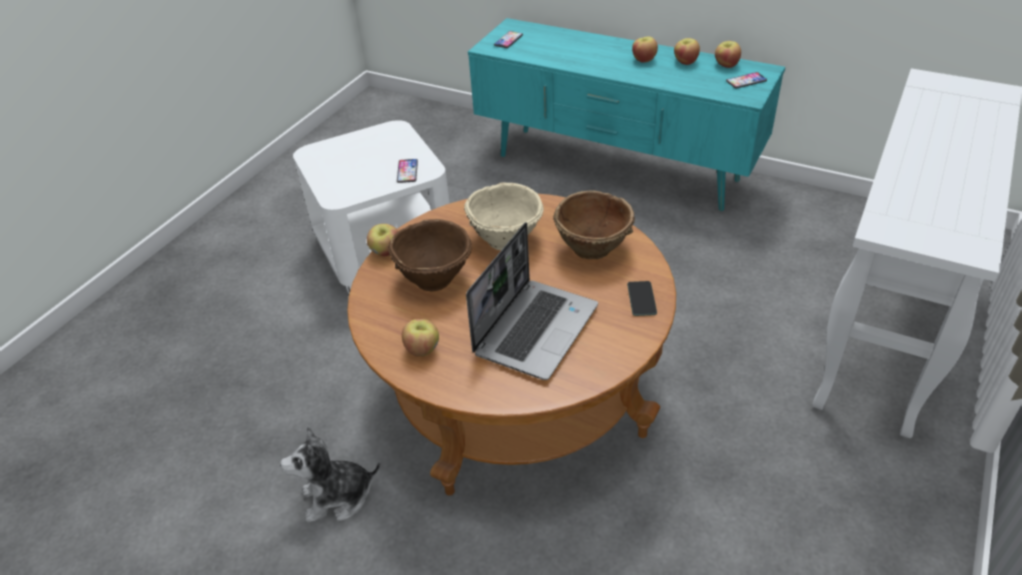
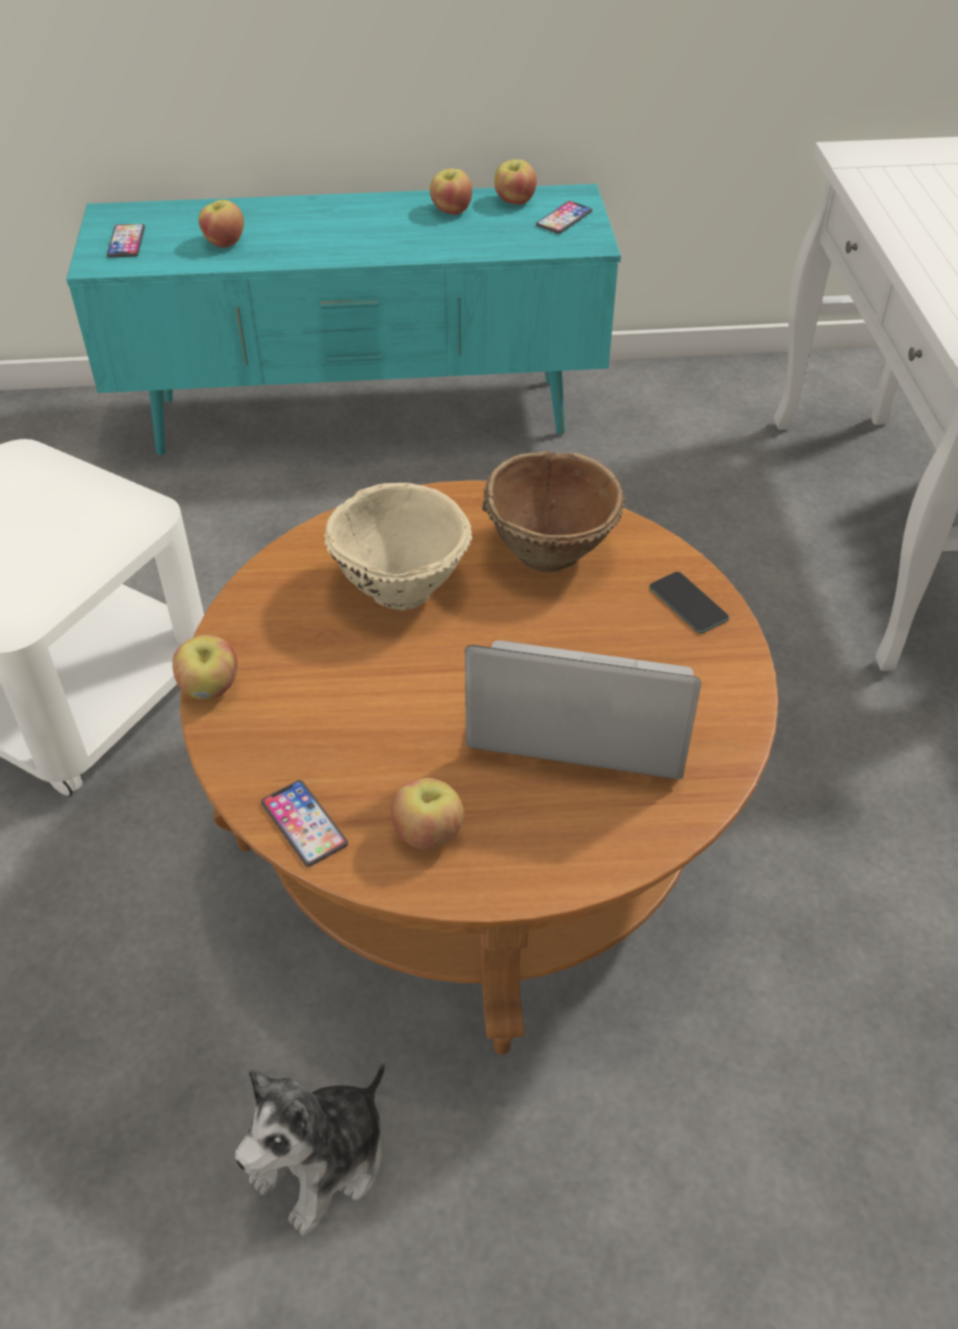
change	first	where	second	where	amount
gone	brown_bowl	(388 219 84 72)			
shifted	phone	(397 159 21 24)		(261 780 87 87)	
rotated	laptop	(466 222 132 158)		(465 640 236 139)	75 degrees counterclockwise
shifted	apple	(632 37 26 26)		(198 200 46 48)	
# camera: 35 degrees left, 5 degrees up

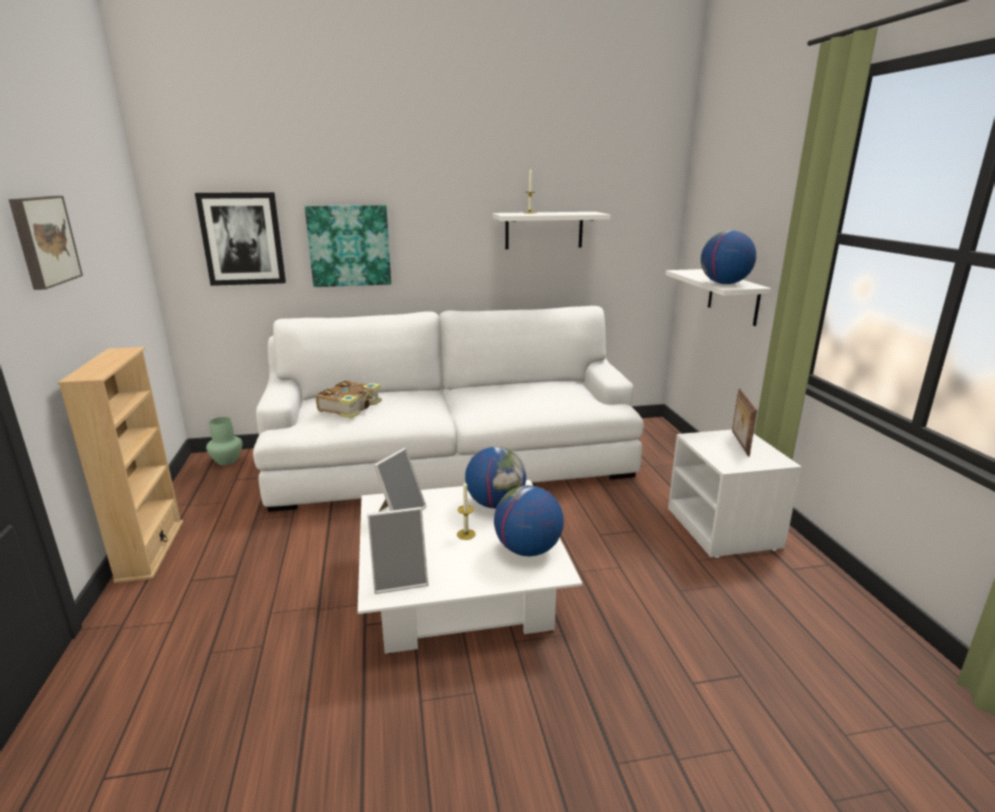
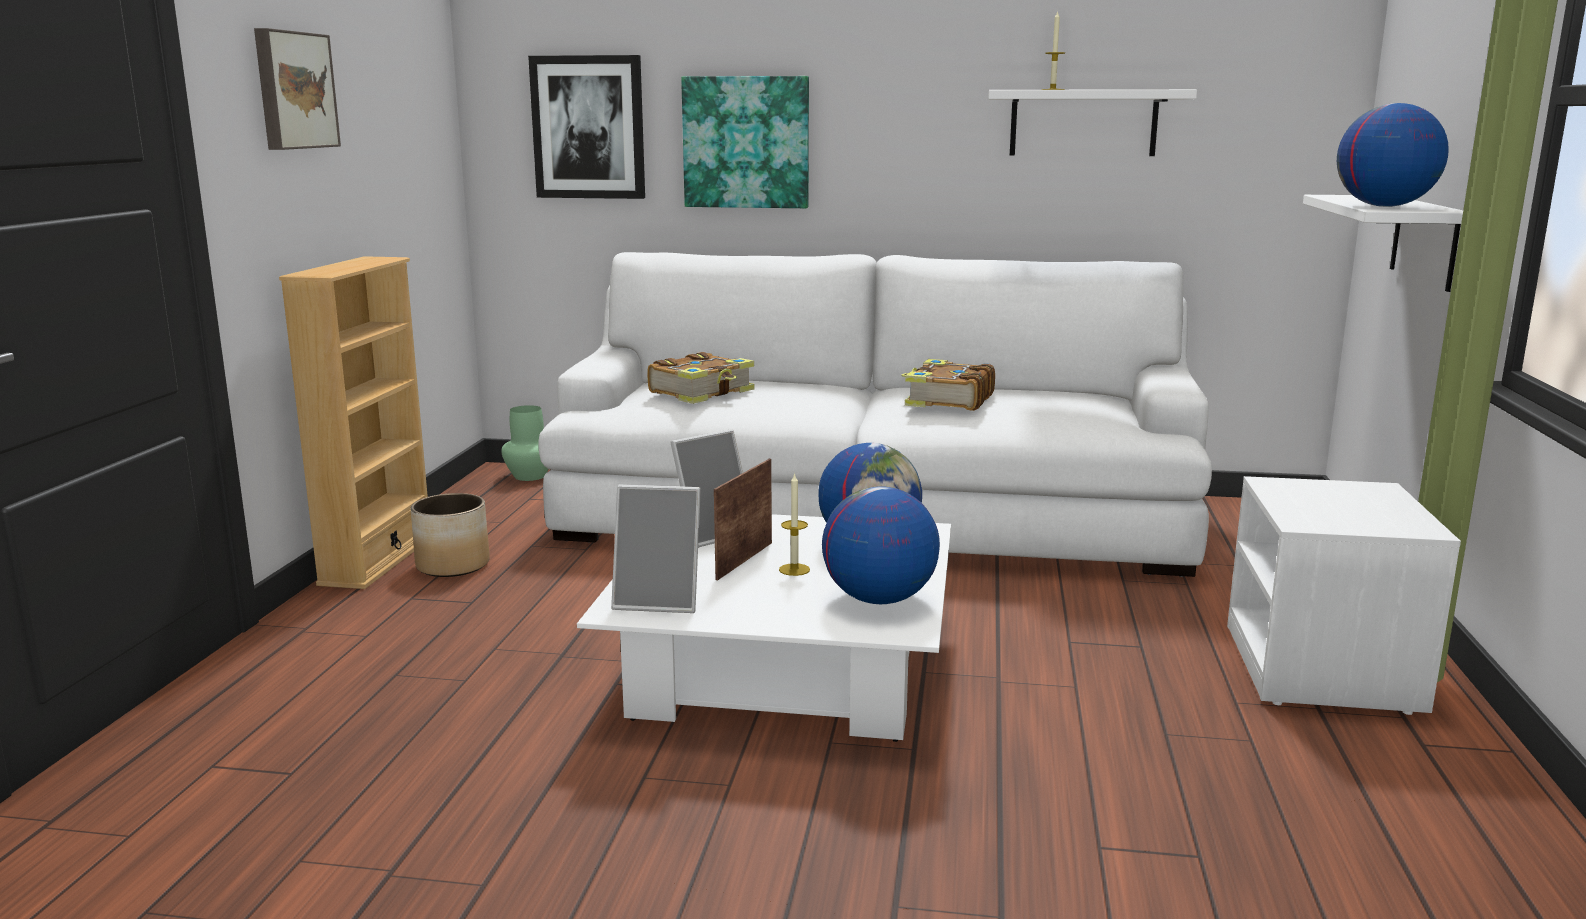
change	first	where	second	where	amount
shifted	picture_frame	(732 389 25 68)		(714 459 58 121)	
new			planter	(411 493 79 84)	
new			book	(902 359 93 52)	
# camera: 20 degrees right, 5 degrees down

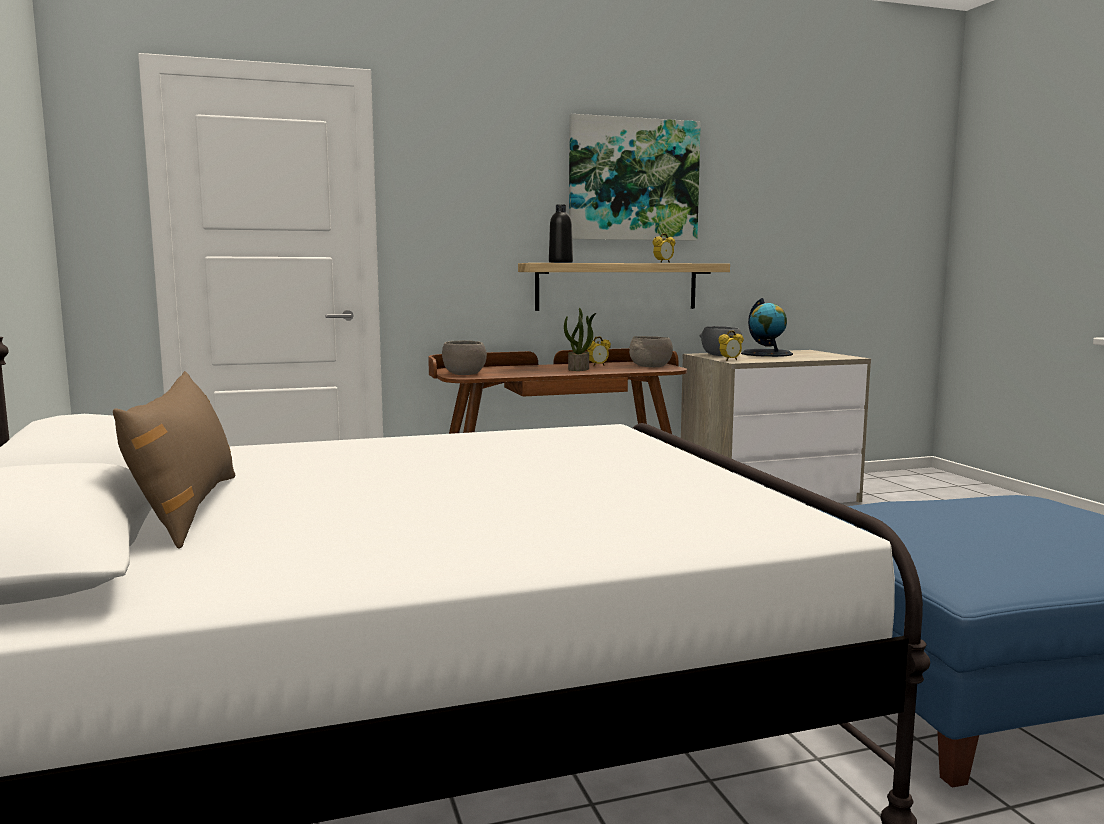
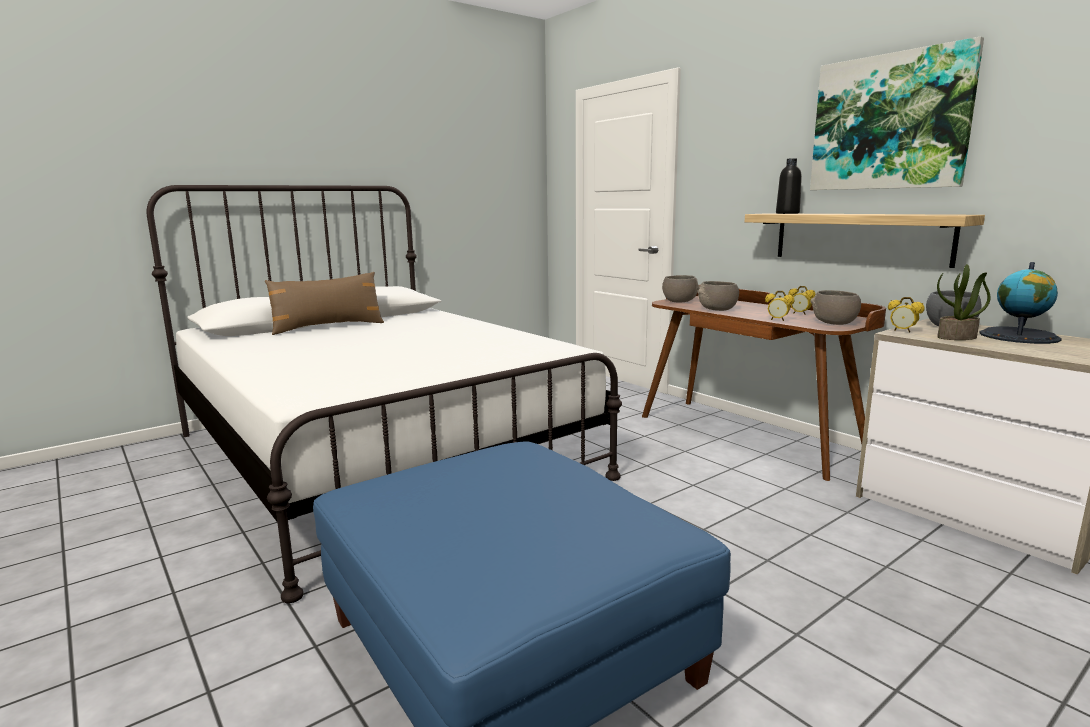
change	first	where	second	where	amount
shifted	potted_plant	(564 308 32 63)		(937 264 54 76)	
shifted	alarm_clock	(652 233 24 30)		(765 291 29 30)	
new			grey_bowl	(697 281 42 30)	
# camera: 70 degrees right, 5 degrees up

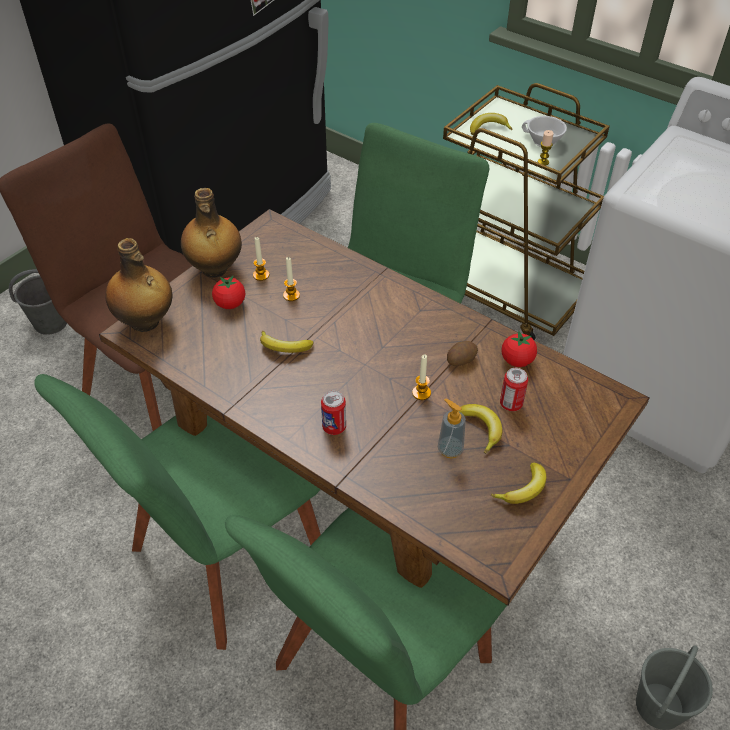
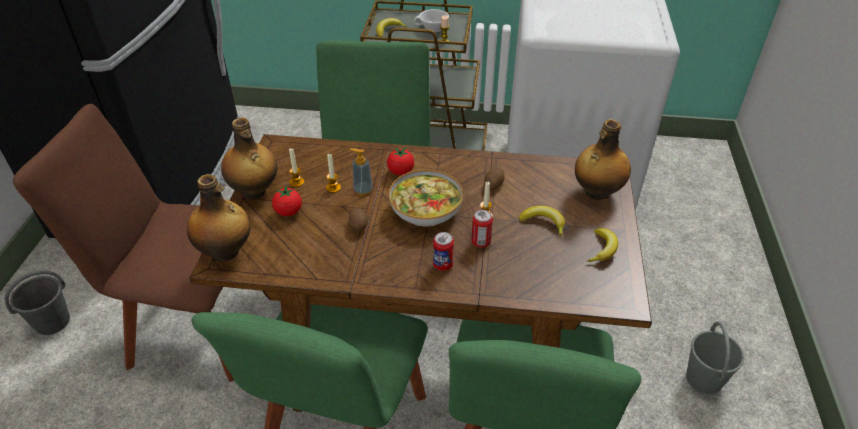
change	first	where	second	where	amount
swapped	banana	(260 331 54 22)	potato	(348 208 20 24)	
shifted	soap_dispenser	(438 398 28 60)		(349 148 24 48)	
shifted	can	(500 368 28 43)		(471 210 22 38)	
shifted	tomato	(502 331 35 36)		(387 148 27 27)	
new			bowl	(389 169 74 58)	
new			bottle	(575 119 56 81)	
# camera: 30 degrees left, 5 degrees down

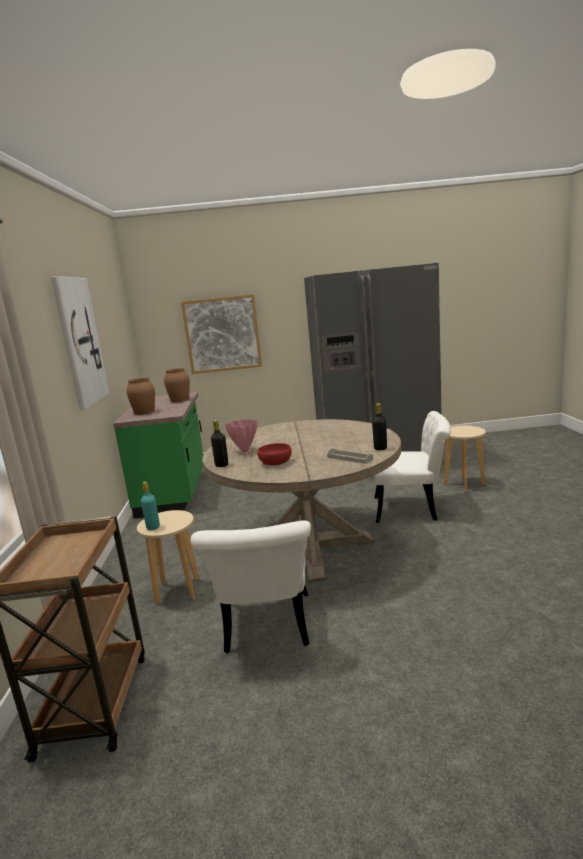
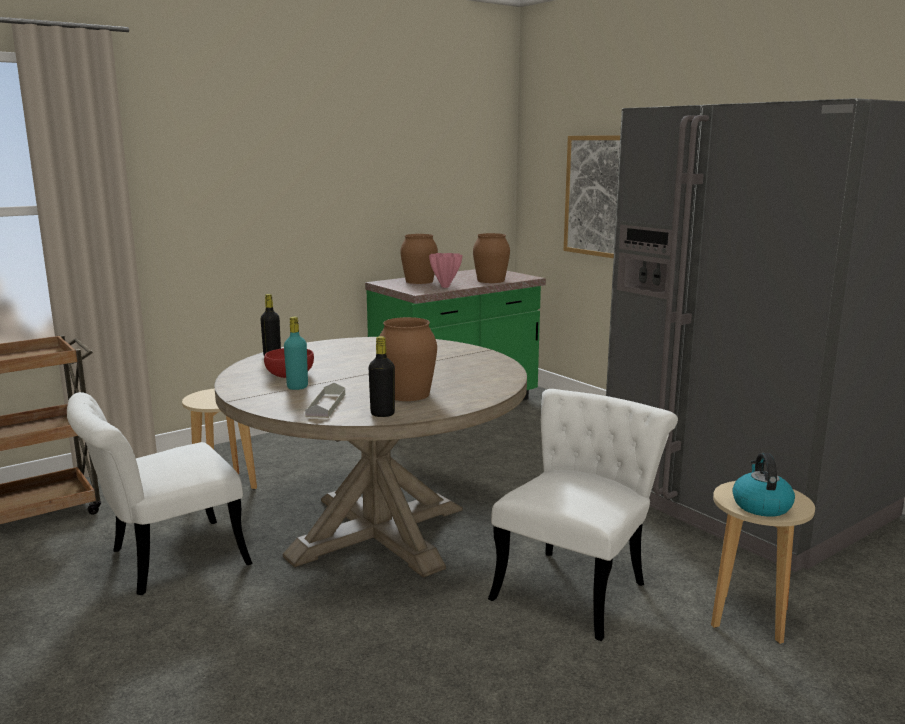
change	first	where	second	where	amount
gone	picture	(51 276 58 134)			
shifted	turquoise_bottle	(141 482 19 48)		(284 317 24 73)	
shifted	pink_vase	(225 419 32 34)		(429 253 34 35)	
rotated	white_chair	(374 411 77 112)		(488 389 190 252)	120 degrees counterclockwise
new			brown_vase	(380 317 57 84)	
new			kettle	(732 453 63 64)	
# camera: 55 degrees right, 0 degrees up

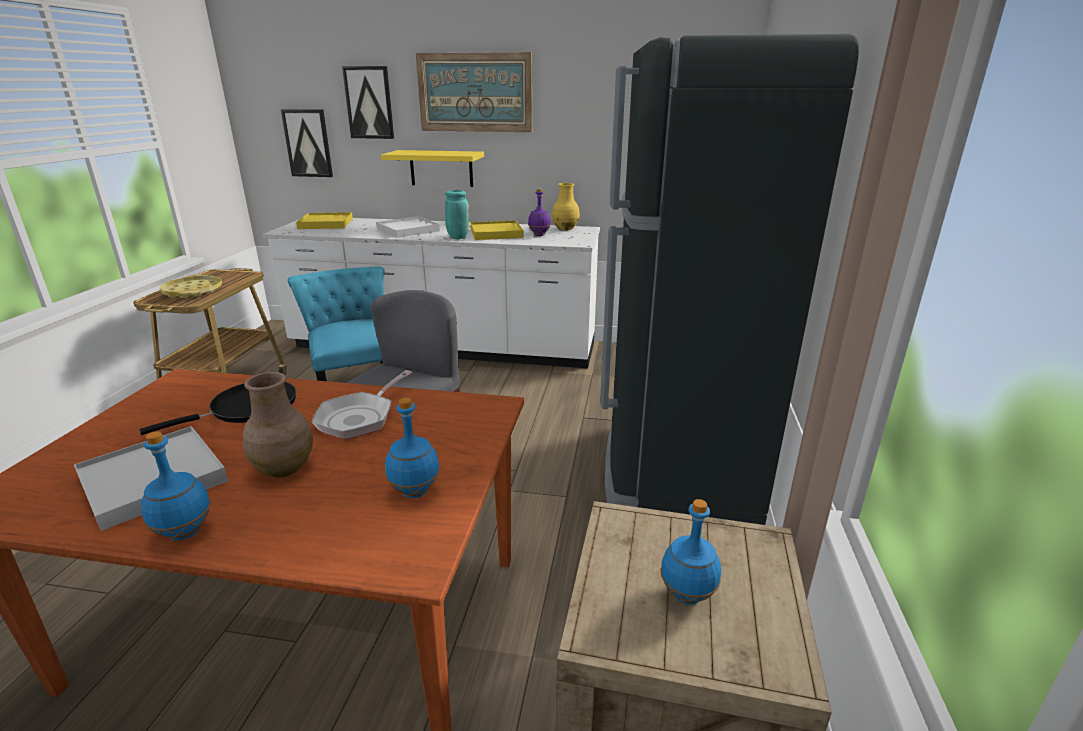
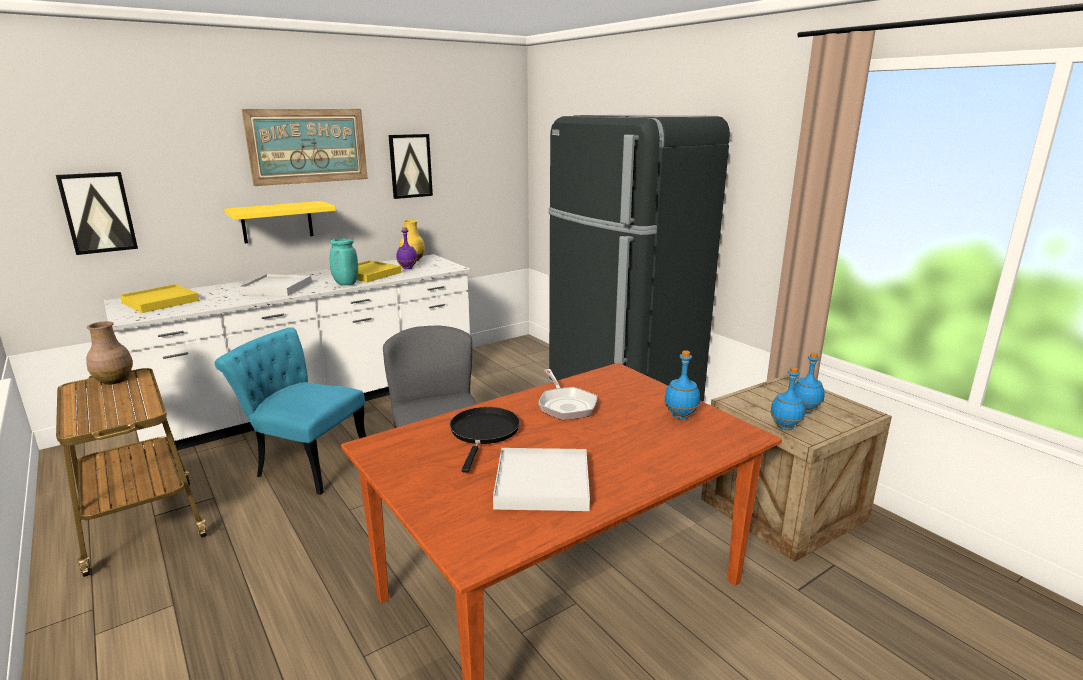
change	first	where	second	where	amount
shifted	blue_bottle	(141 431 70 110)		(770 367 36 63)	
gone	yellow_tray	(159 275 63 23)			
shifted	brown_vase	(243 372 70 105)		(86 321 47 64)	
shifted	picture	(342 66 52 73)		(388 134 45 65)	
# camera: 45 degrees left, 5 degrees down

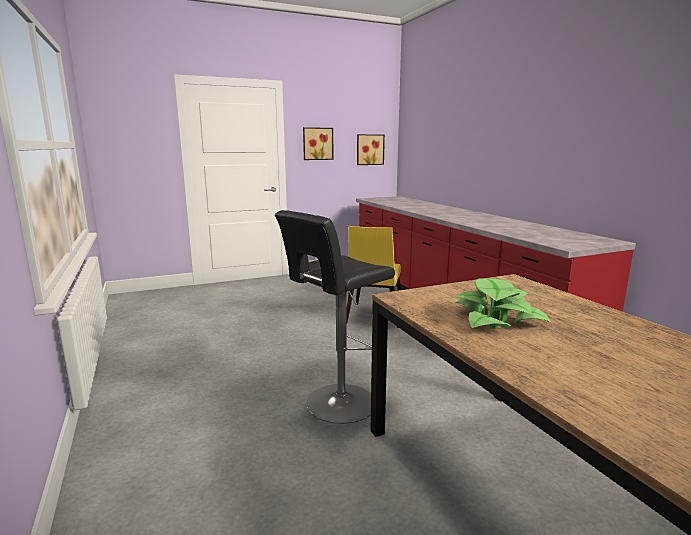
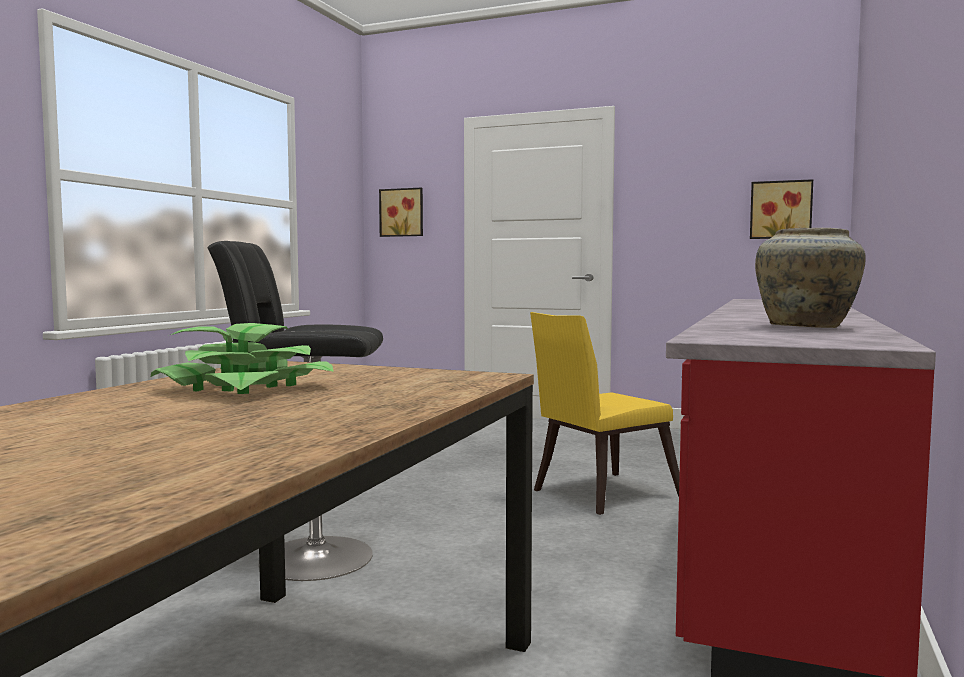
change	first	where	second	where	amount
shifted	picture	(303 127 30 33)		(379 188 44 49)	
new			beige_vase	(755 228 111 100)	
# camera: 45 degrees right, 10 degrees down

